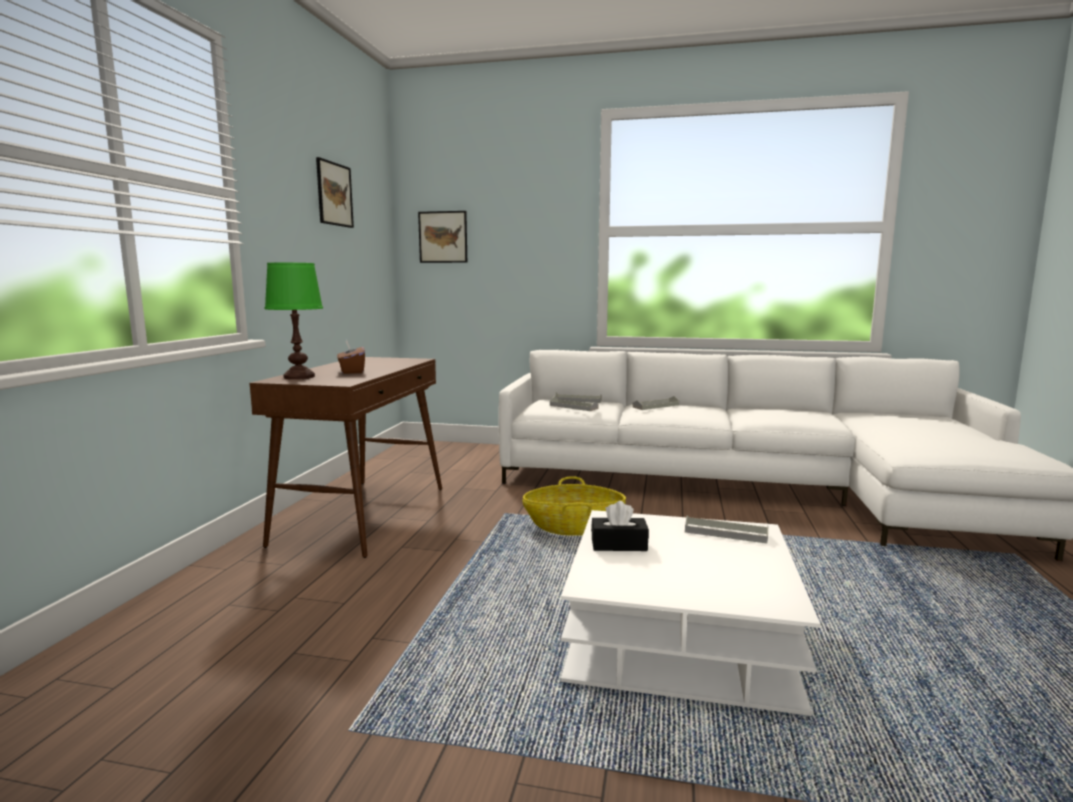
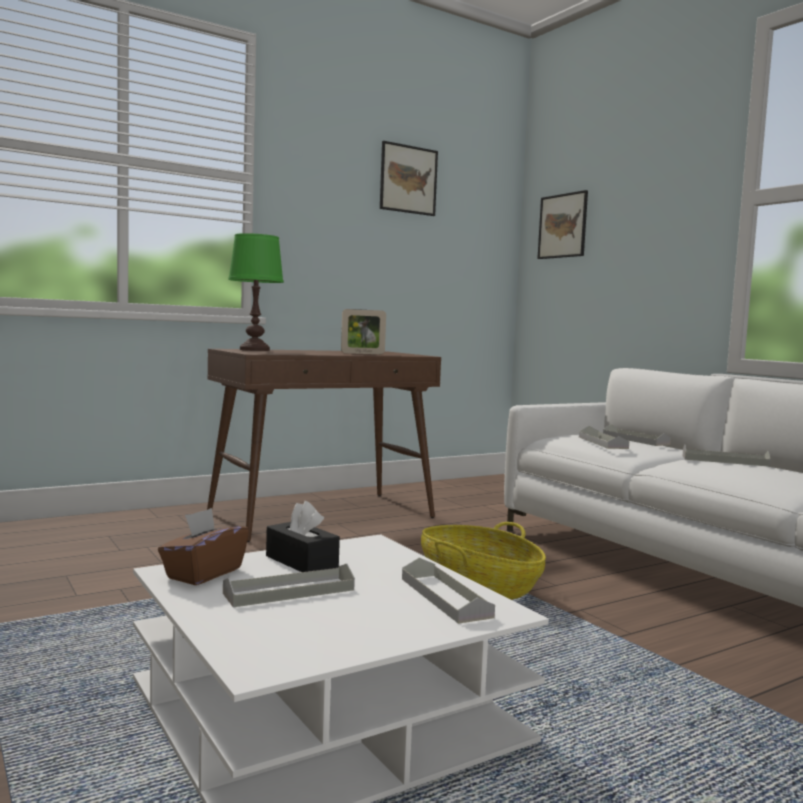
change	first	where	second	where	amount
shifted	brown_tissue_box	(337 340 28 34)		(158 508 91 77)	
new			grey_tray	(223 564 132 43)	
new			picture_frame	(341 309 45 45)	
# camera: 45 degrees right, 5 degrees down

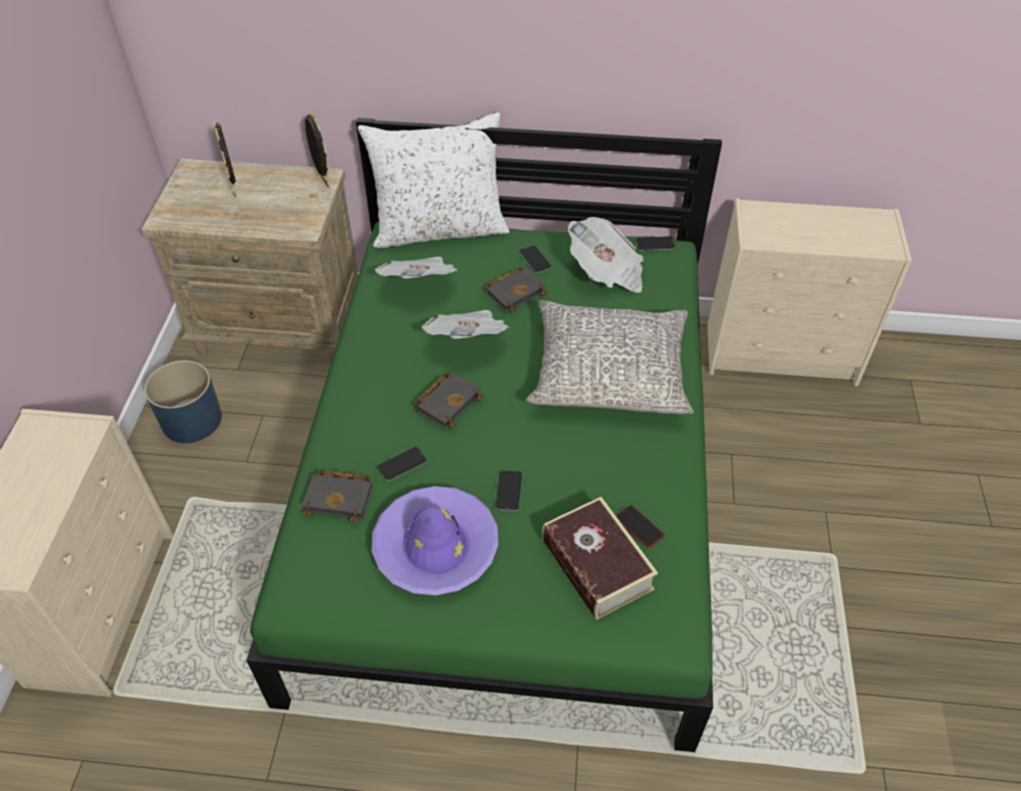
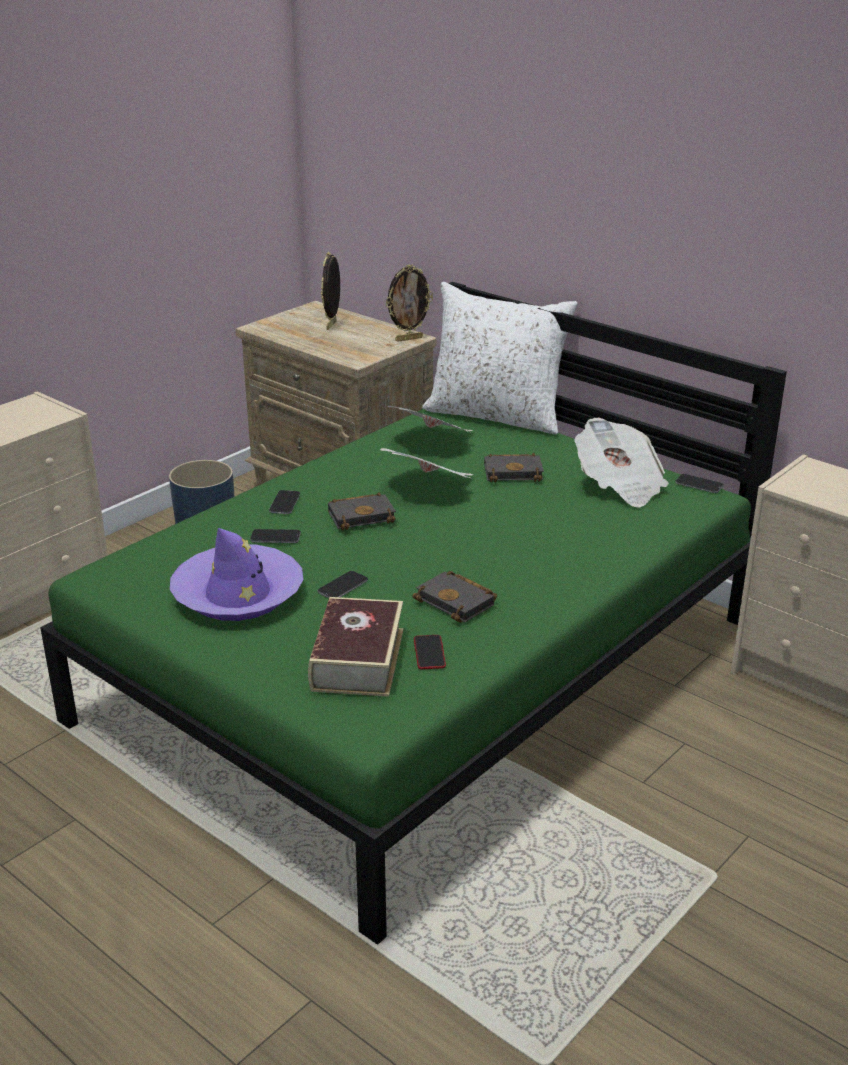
change	first	where	second	where	amount
shifted	black_book	(302 470 71 53)		(412 571 85 52)	
rotated	picture_frame	(305 112 25 76)		(385 265 48 77)	60 degrees clockwise
shifted	phone	(519 245 32 28)		(269 490 31 24)	
gone	grey_pillow	(526 300 167 115)			
# camera: 35 degrees right, 20 degrees down

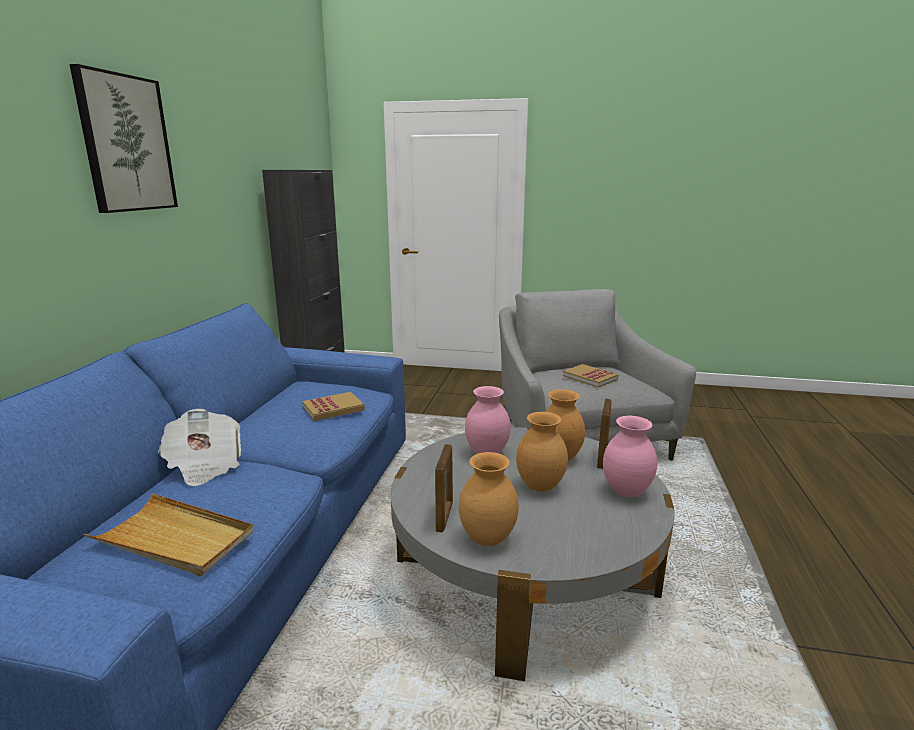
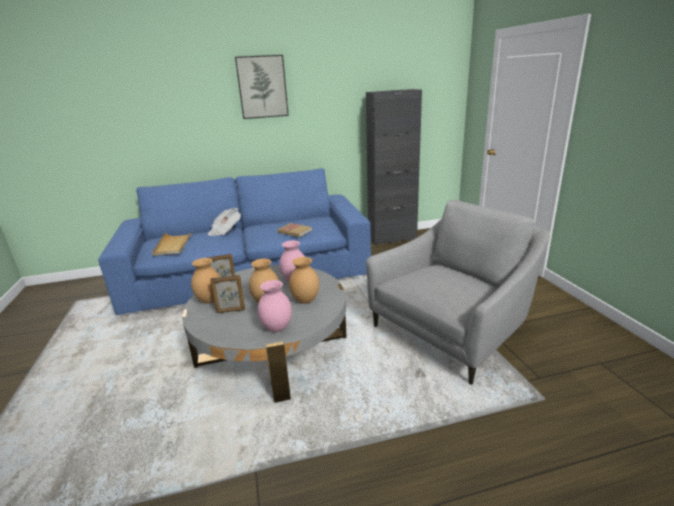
change	first	where	second	where	amount
gone	book	(563 364 55 24)			
shifted	picture_frame	(597 398 15 71)		(210 275 35 38)	
# camera: 65 degrees right, 5 degrees up

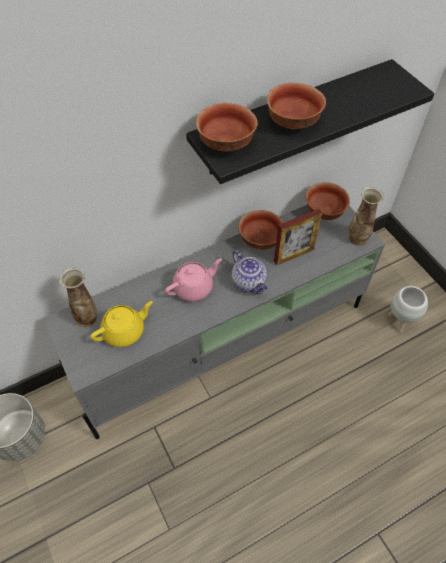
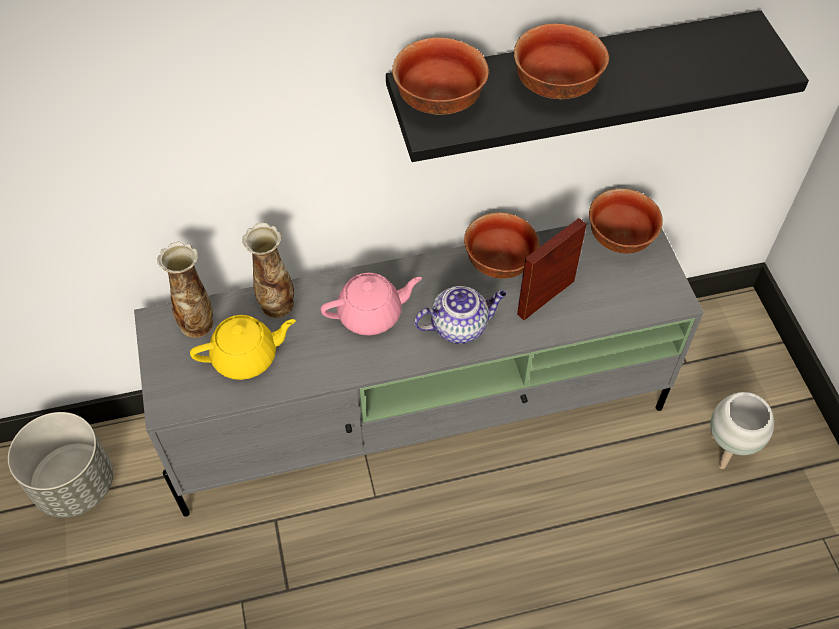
change	first	where	second	where	amount
rotated	teapot	(232 250 36 44)		(414 286 92 58)	90 degrees counterclockwise
rotated	picture_frame	(274 209 48 56)		(517 218 70 102)	150 degrees clockwise
shifted	vase	(348 186 36 60)		(242 223 52 95)	
# camera: 15 degrees right, 0 degrees up

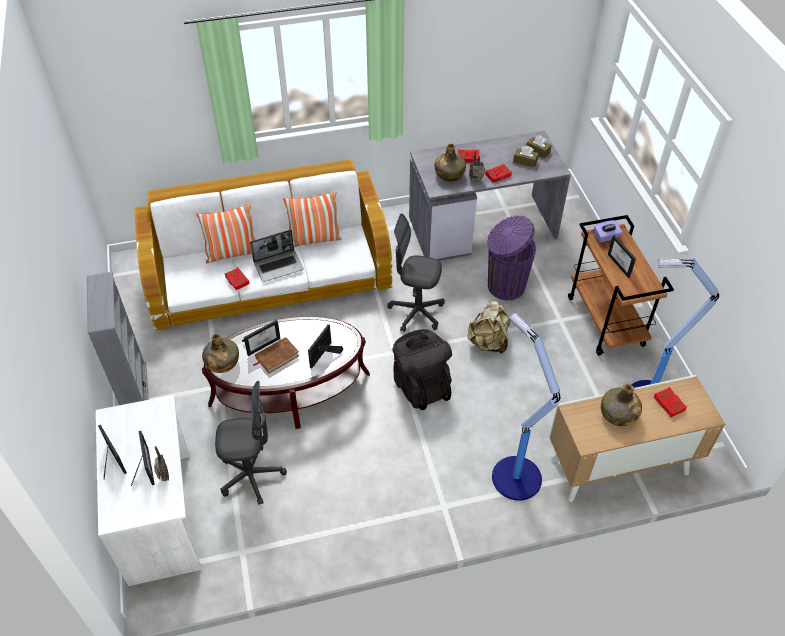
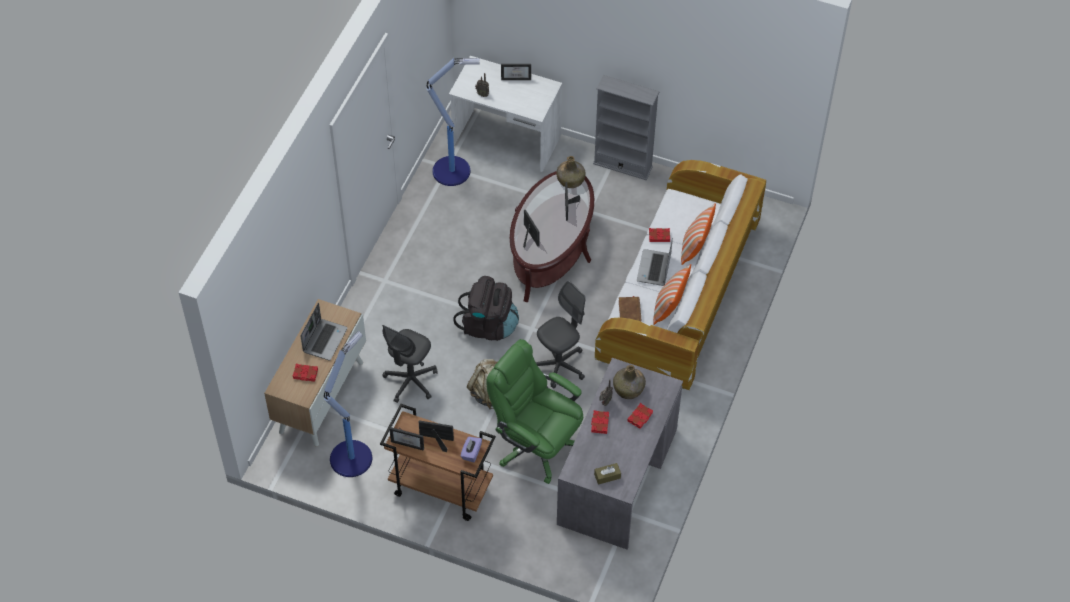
change	first	where	second	where	amount
shifted	picture_frame	(131 431 24 55)		(389 427 35 24)	
shifted	grey_office_chair	(215 381 72 124)		(382 325 55 78)	
shifted	brown_book	(253 337 46 36)		(619 296 23 26)	
swapped	purple_trash_can	(487 215 49 85)	green_office_chair	(486 339 97 145)	
shifted	floor_lamp	(492 313 68 188)		(427 58 53 128)	
gone	brown_tissue_box	(513 146 26 21)			
swapped	green_bottle	(601 384 41 42)	laptop	(300 303 47 57)	
# camera: 125 degrees right, 5 degrees up

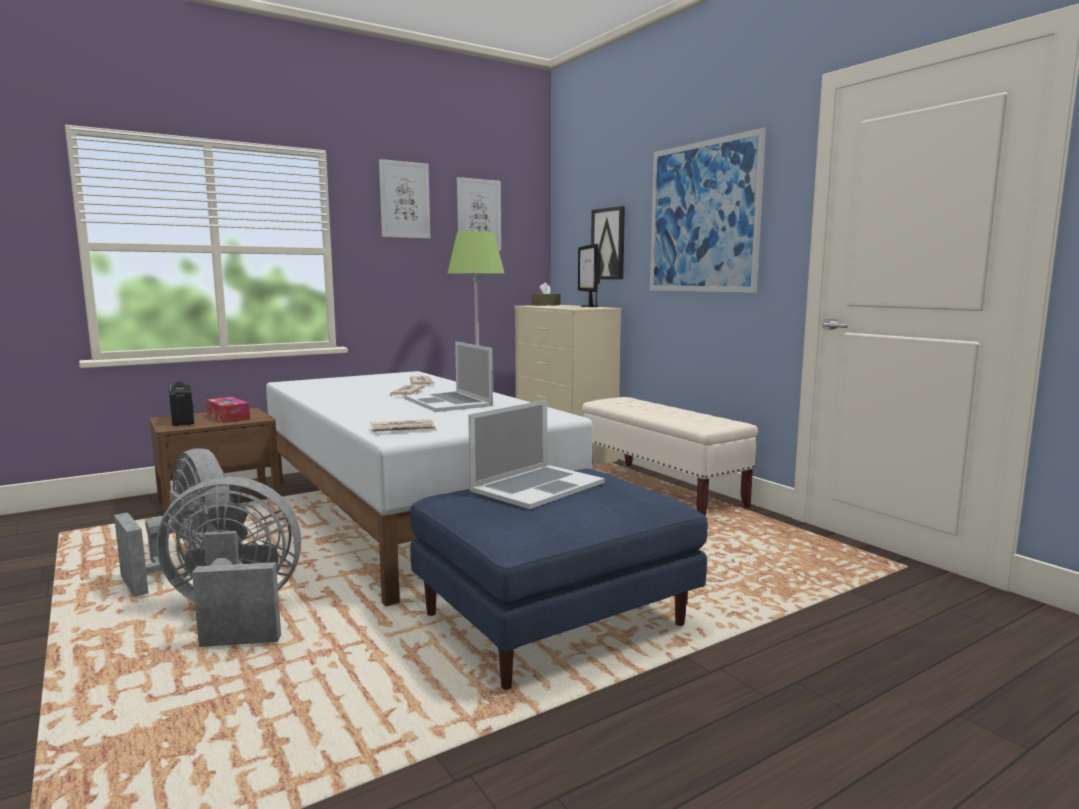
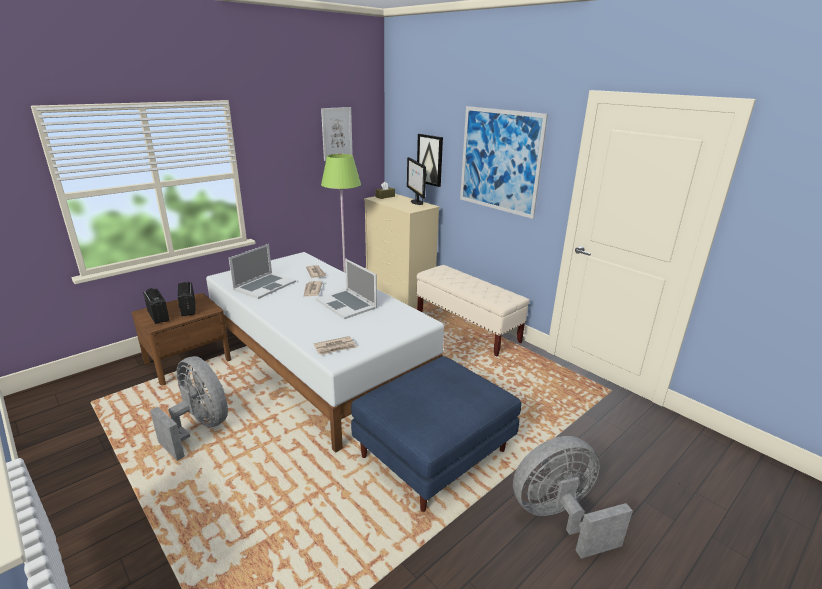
change	first	where	second	where	amount
shifted	grey_fan	(157 477 144 170)		(513 436 120 123)	
swapped	tissue_box	(206 397 44 26)	radio	(178 282 18 34)	
gone	picture	(379 159 51 80)			
shifted	laptop	(468 400 137 109)		(229 244 67 55)	
# camera: 10 degrees left, 15 degrees up

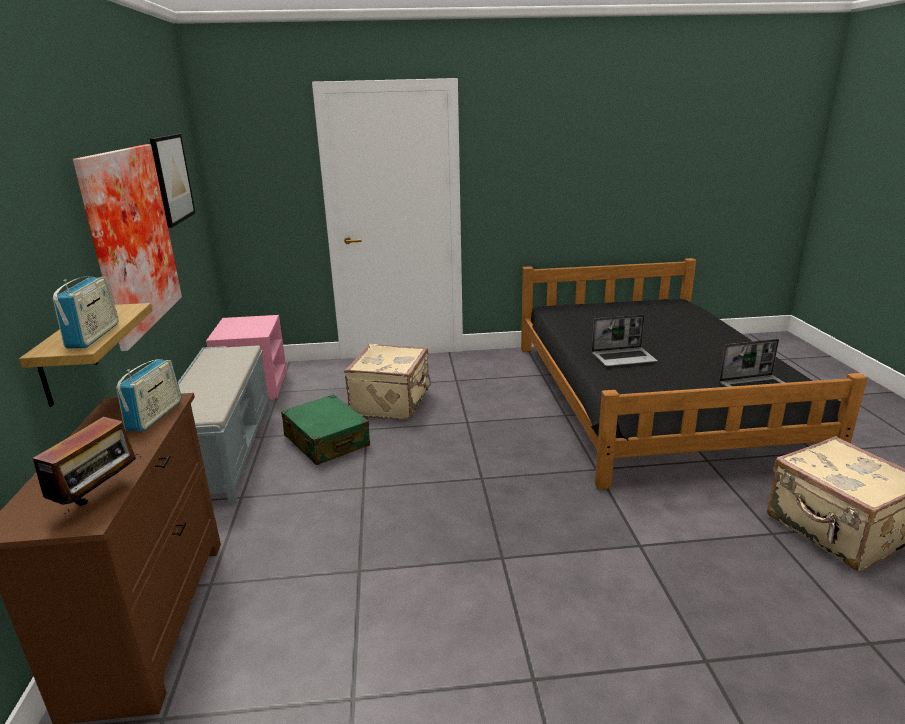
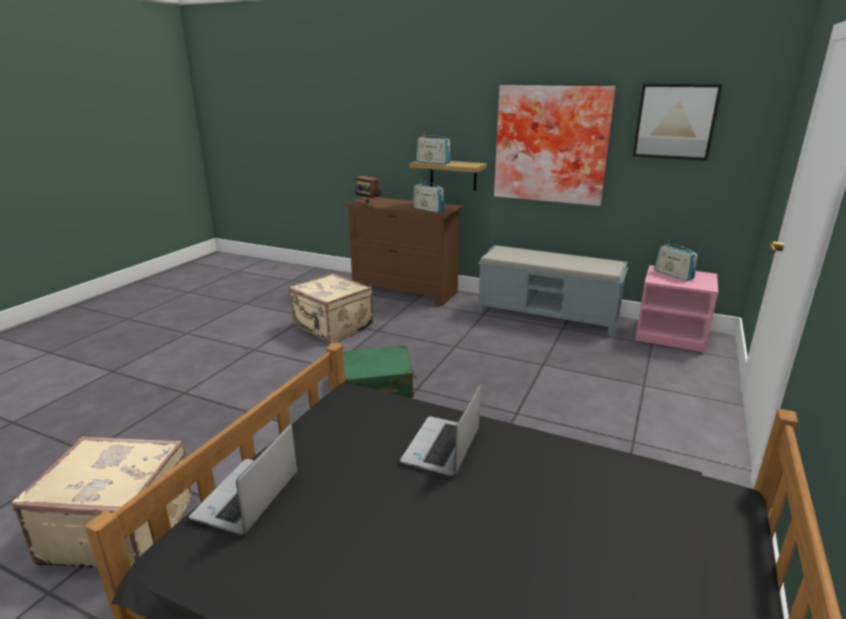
change	first	where	second	where	amount
shifted	green_suitcase	(281 394 89 71)		(343 345 74 53)	
shifted	beige_suitcase	(344 344 87 76)		(289 273 84 70)	
new			radio	(655 243 43 38)	
# camera: 120 degrees right, 0 degrees up

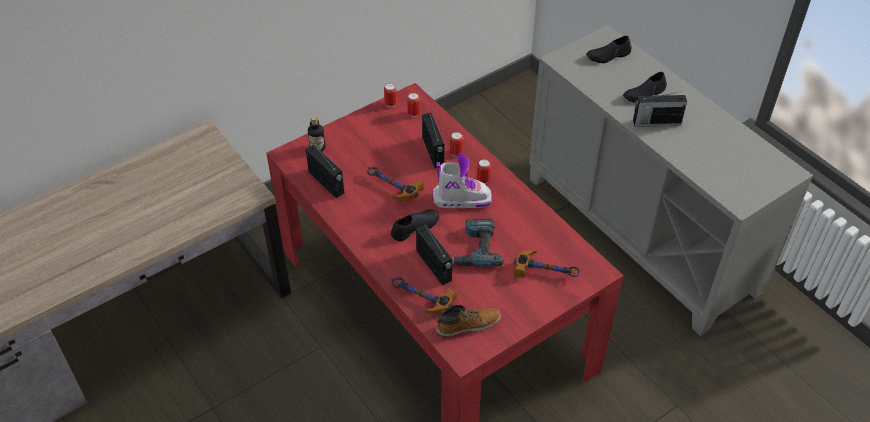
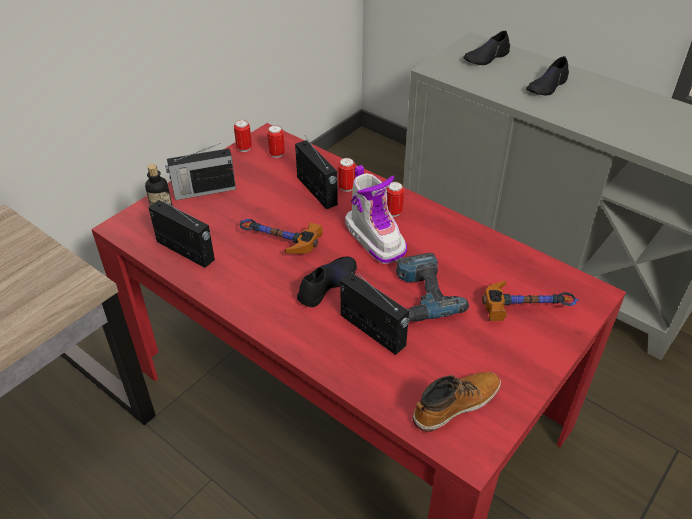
change	first	where	second	where	amount
gone	hammer	(391 277 66 37)			
rotated	boot	(432 153 60 55)		(345 165 62 99)	75 degrees clockwise
shifted	radio	(633 91 54 36)		(165 143 71 57)	
# camera: 15 degrees left, 5 degrees down

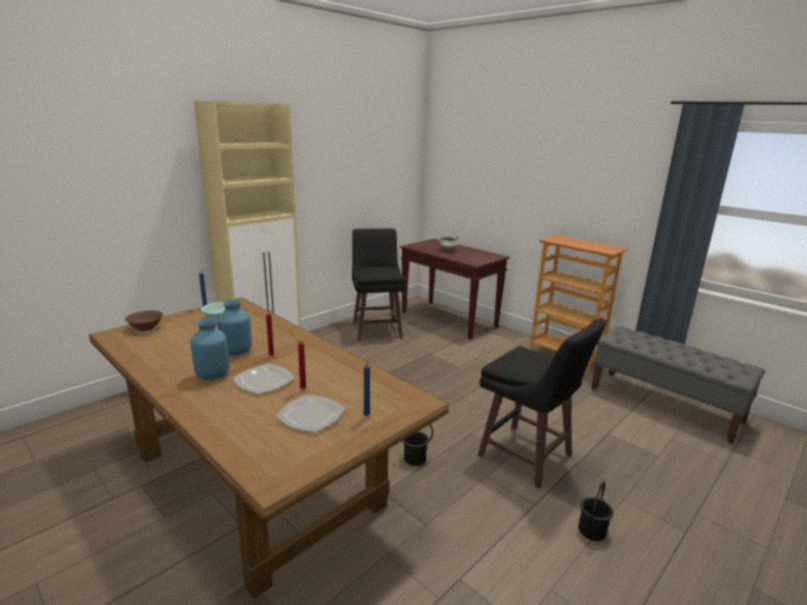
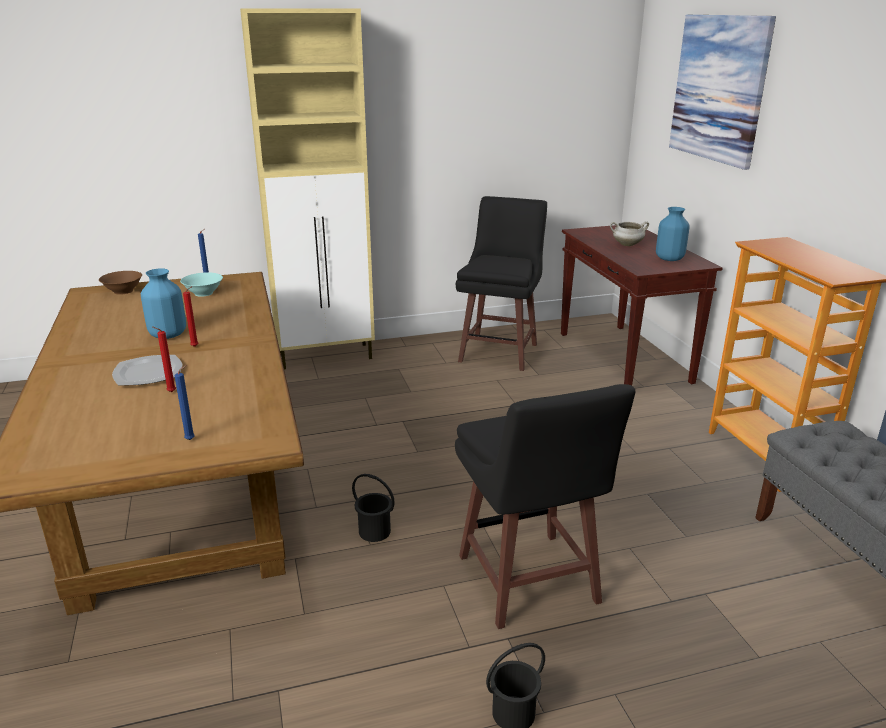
change	first	where	second	where	amount
shifted	blue_vase	(190 318 40 62)		(656 207 34 54)	
gone	plate	(276 395 69 37)			
new			picture	(669 15 107 155)	
# camera: 30 degrees right, 5 degrees up

